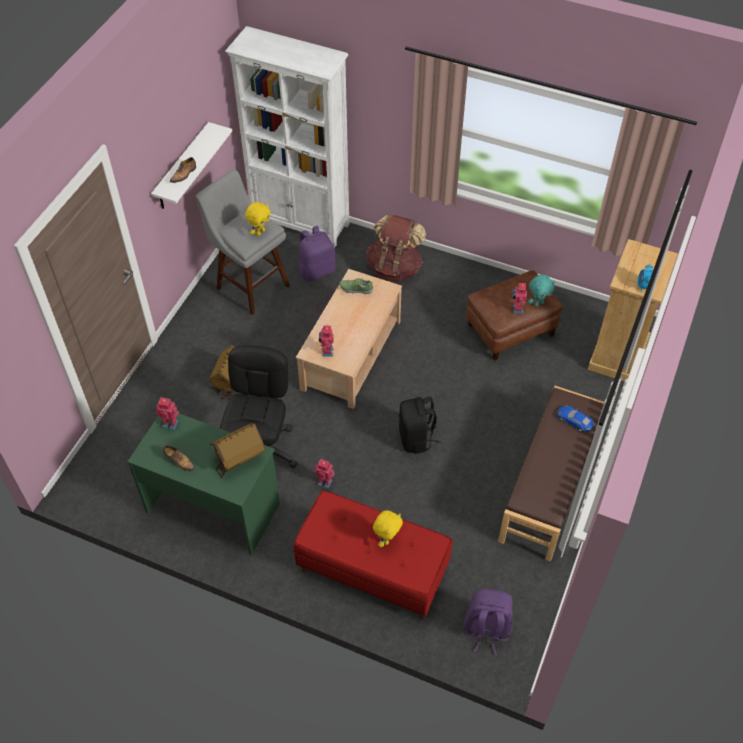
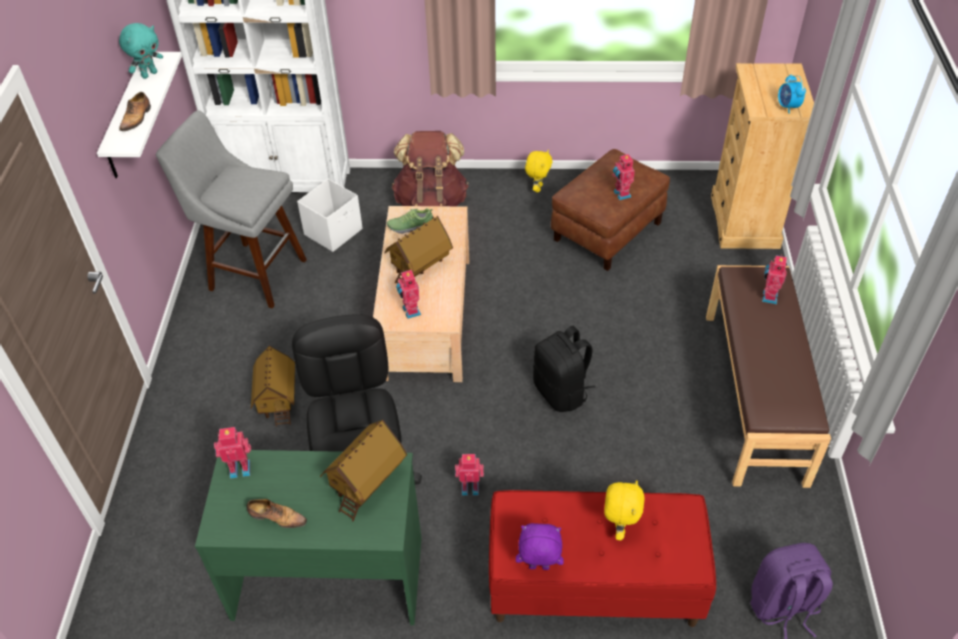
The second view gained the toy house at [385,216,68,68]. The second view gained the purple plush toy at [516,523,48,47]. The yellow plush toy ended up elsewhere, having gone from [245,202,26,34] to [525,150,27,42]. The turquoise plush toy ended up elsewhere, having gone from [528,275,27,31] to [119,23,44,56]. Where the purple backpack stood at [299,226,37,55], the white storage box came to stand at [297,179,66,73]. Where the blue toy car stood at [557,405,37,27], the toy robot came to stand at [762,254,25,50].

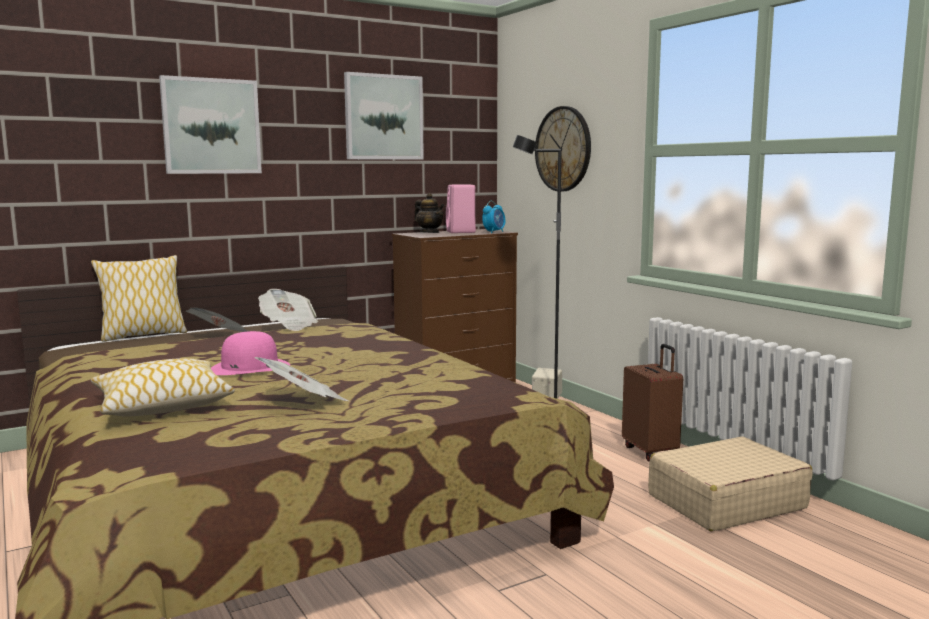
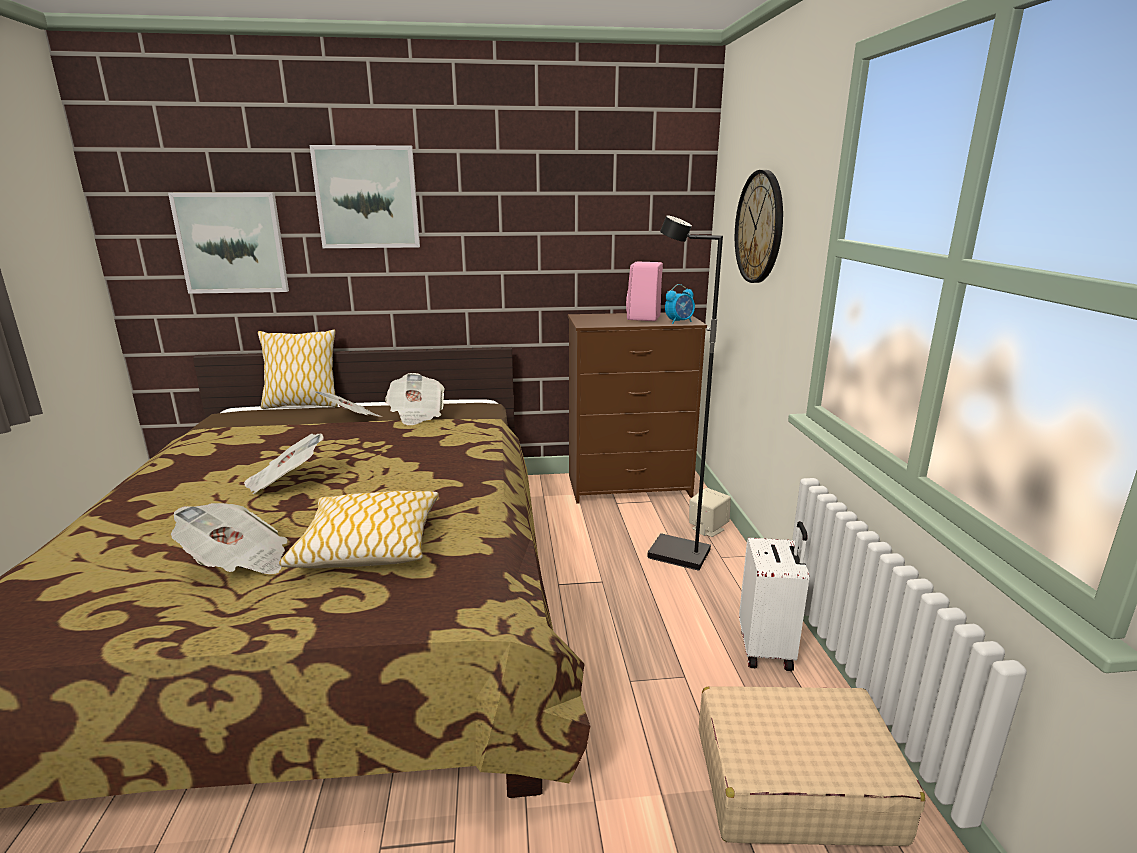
The second view lost the teapot at [414,193,31,40]. The pillow ended up elsewhere, having gone from [91,358,144,59] to [279,491,160,77]. The picture ended up elsewhere, having gone from [344,72,80,88] to [168,193,121,101]. Where the pink hat stood at [211,331,79,44], the newspaper came to stand at [244,434,80,60]. What was the brown suitcase at [622,344,61,118] turned into the white suitcase at [739,521,70,150].

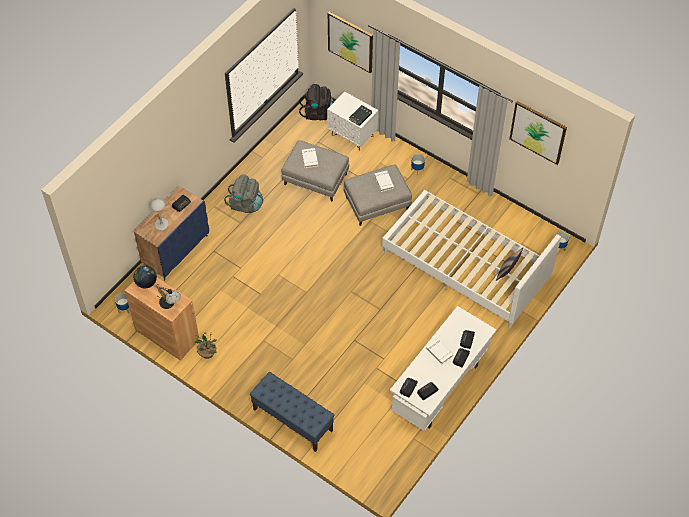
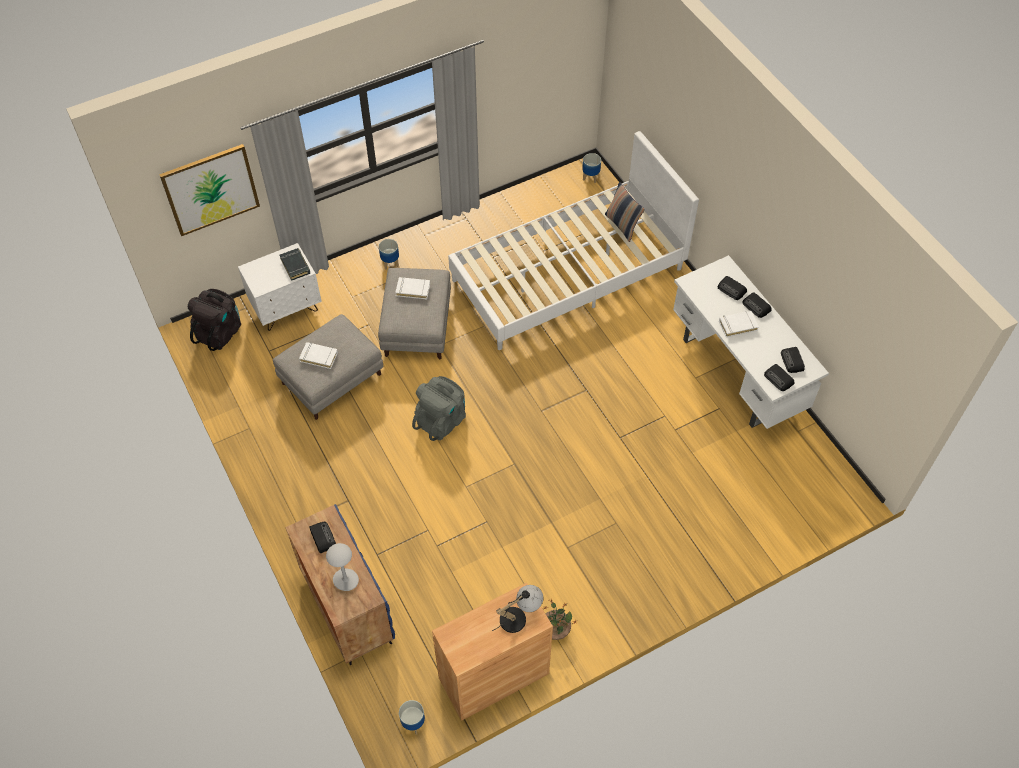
The second view lost the globe at [134,265,23,23]. The second view lost the blue bench at [250,372,85,80]. The second view lost the picture at [509,101,58,64]. The grey backpack ended up elsewhere, having gone from [224,174,39,39] to [412,376,54,65].

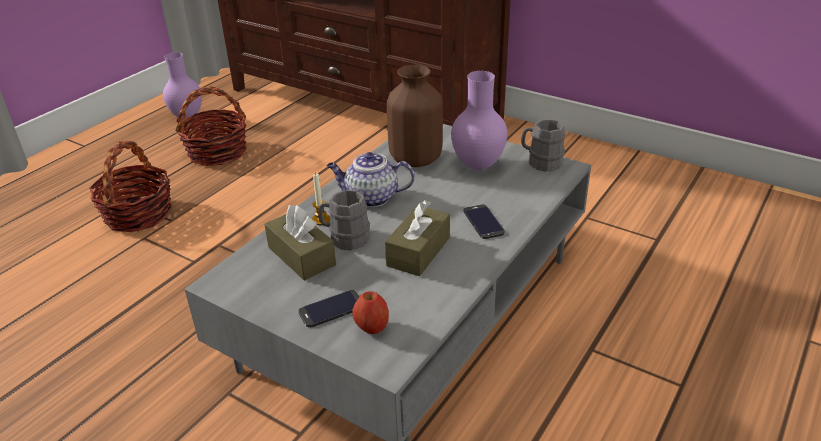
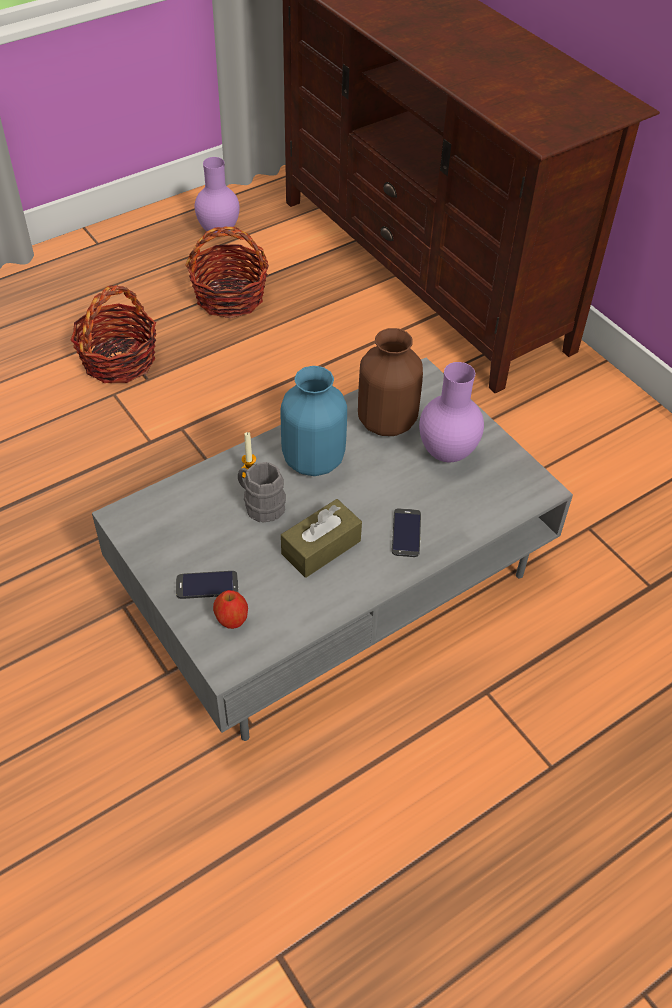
The second view lost the brown tissue box at [264,205,72,76]. The second view lost the grey mug at [521,119,44,53]. Where the teapot stood at [327,152,88,55], the blue vase came to stand at [281,366,66,110].

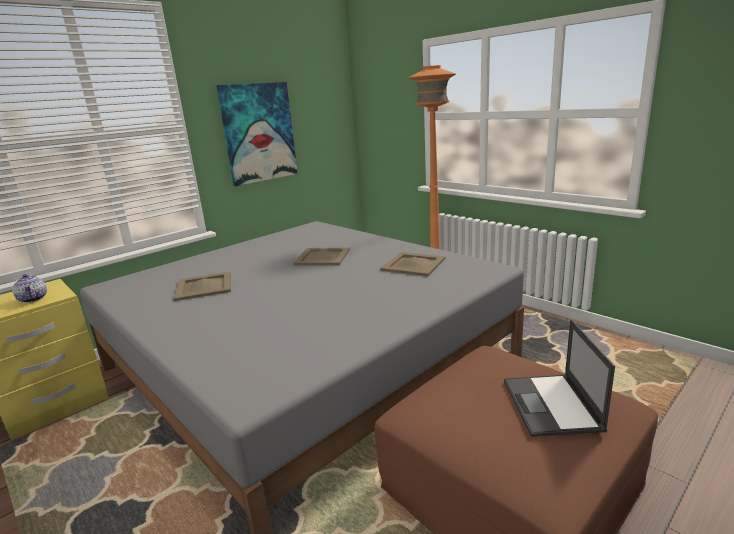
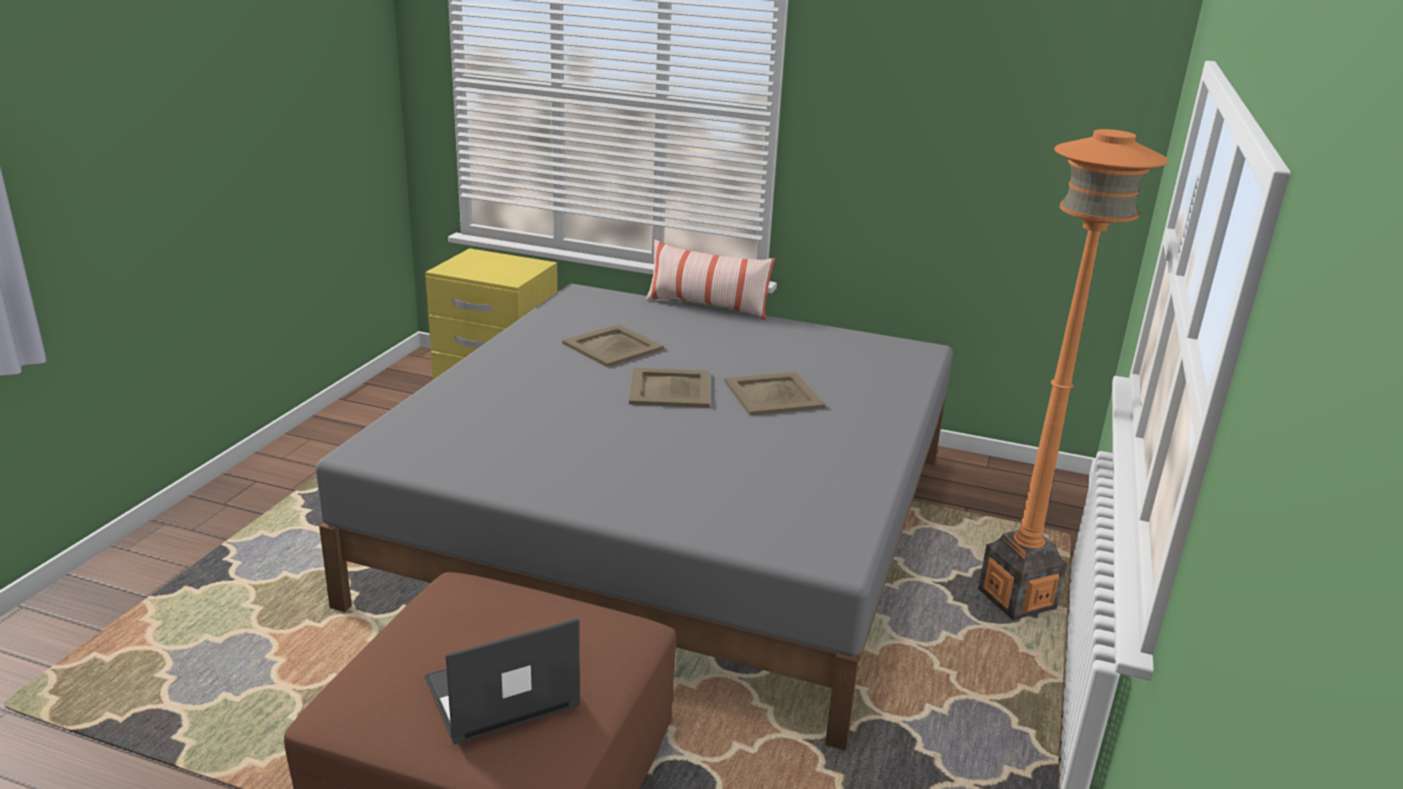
The second view lost the teapot at [12,274,35,29]. The second view lost the picture at [216,82,82,104]. The second view gained the pillow at [646,240,129,80]. The beige tray ended up elsewhere, having gone from [380,252,65,24] to [629,368,81,40].

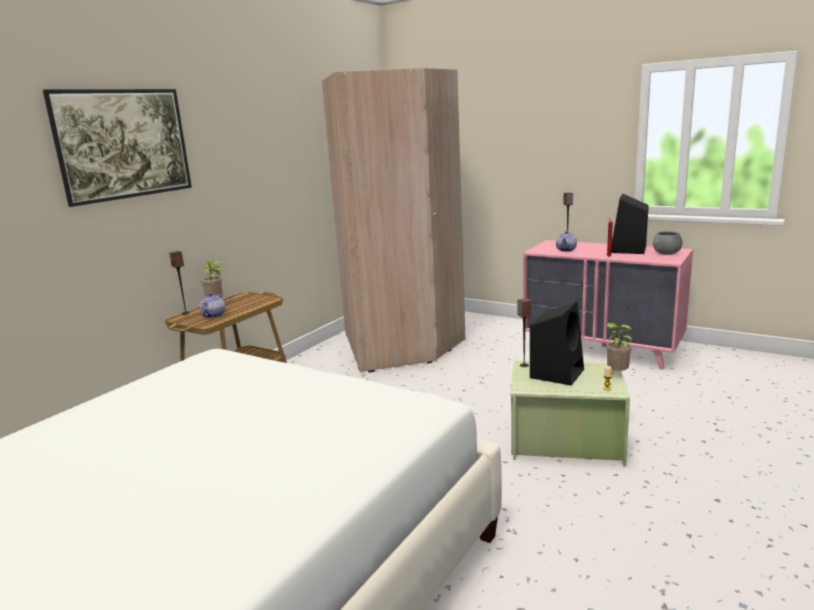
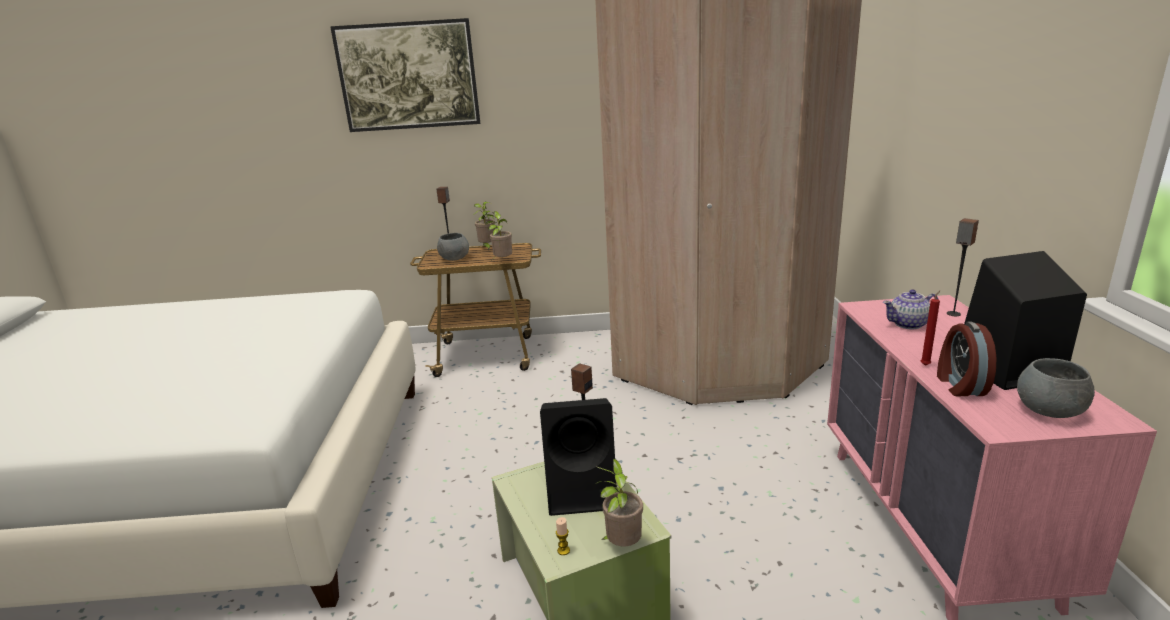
The second view gained the potted plant at [484,211,28,48]. The second view gained the alarm clock at [937,322,60,74]. Where the teapot stood at [200,293,25,25], the grey bowl came to stand at [437,233,32,28].

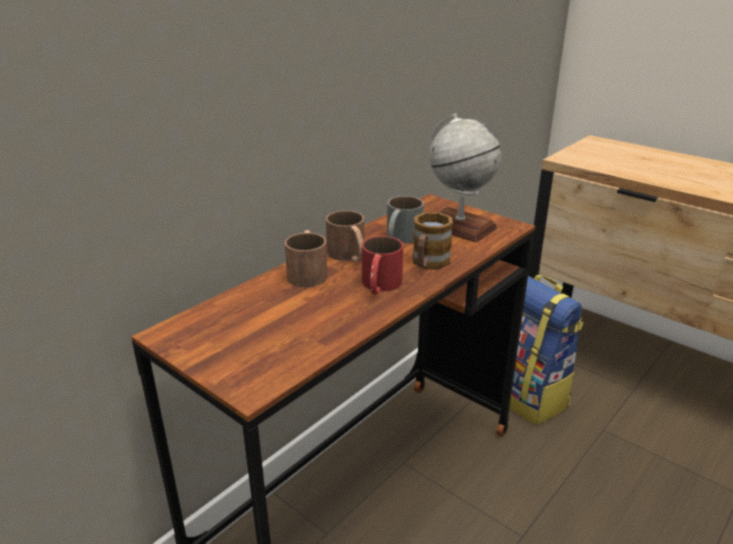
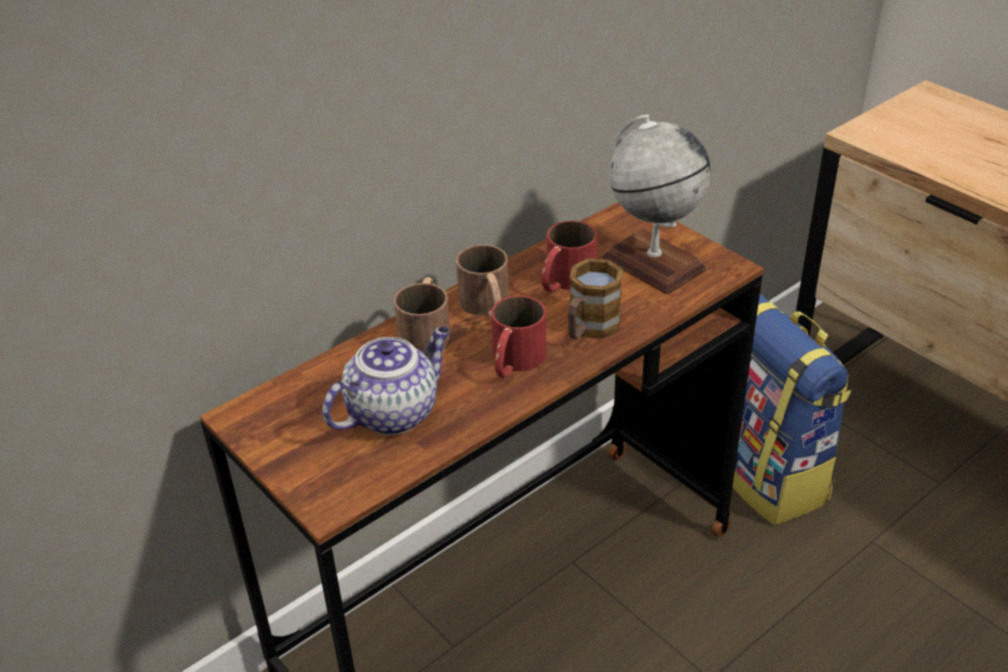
The second view gained the teapot at [322,327,128,108]. What was the grey mug at [387,196,37,47] turned into the red mug at [541,221,56,71].

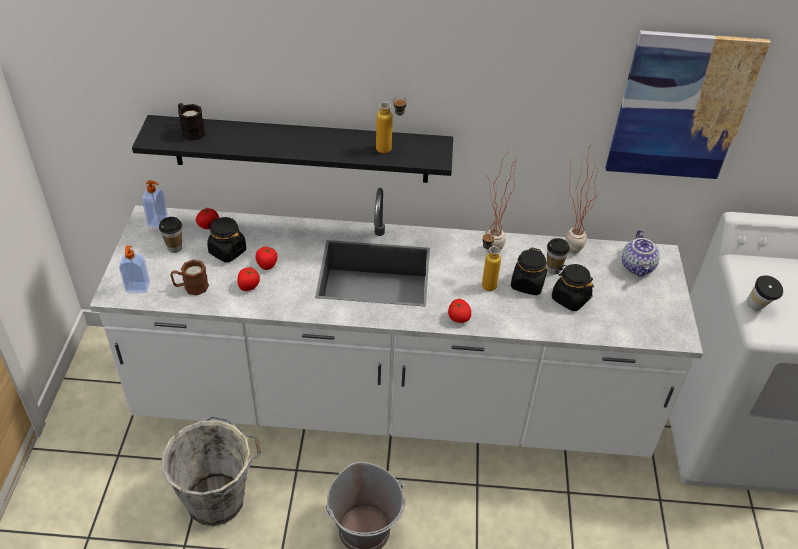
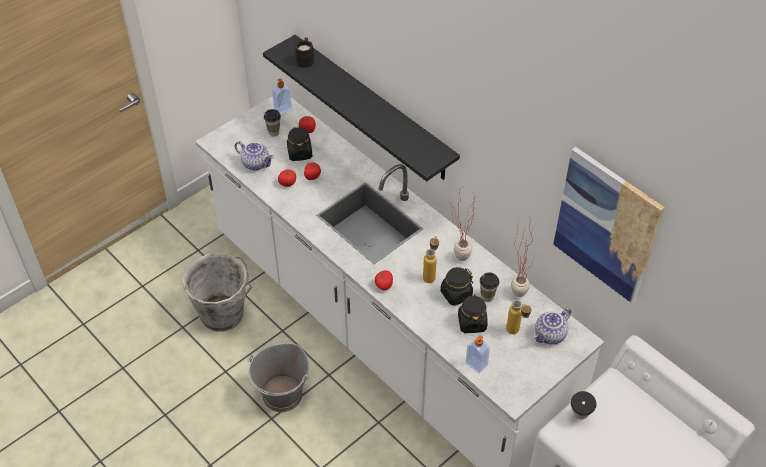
The soap dispenser ended up elsewhere, having gone from [119,246,31,47] to [465,335,25,39]. The bottle ended up elsewhere, having gone from [376,96,31,57] to [506,300,26,34]. Where the brown mug stood at [170,260,39,35], the teapot came to stand at [235,141,39,29].

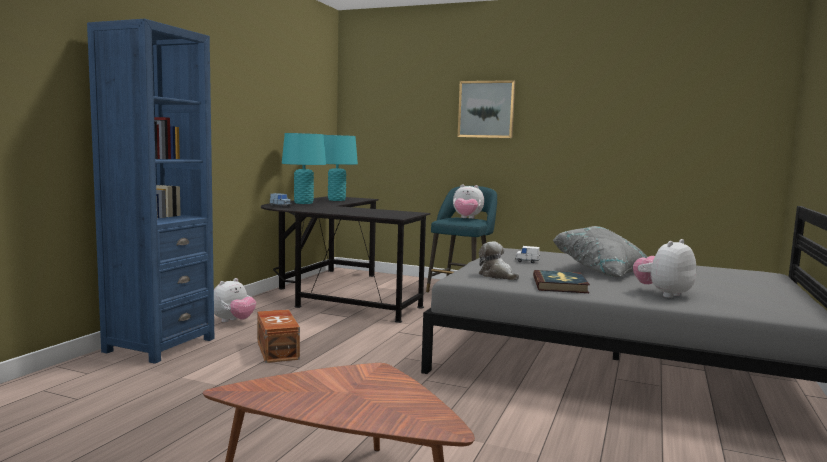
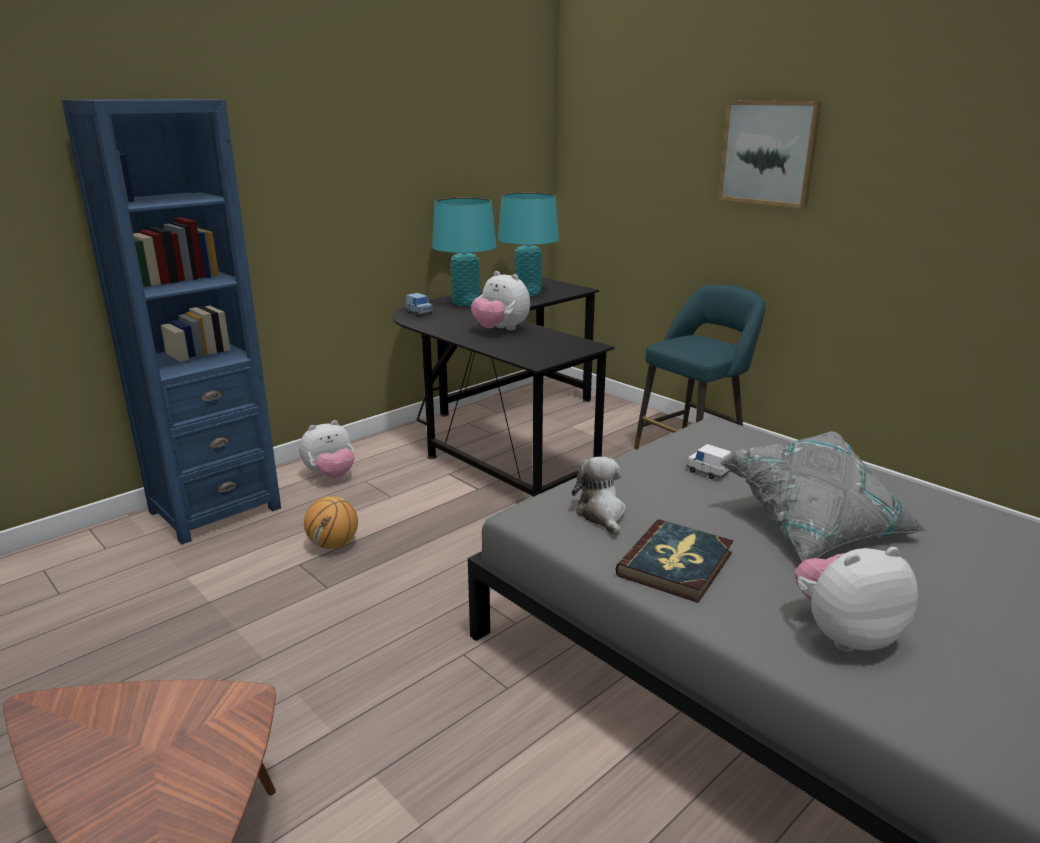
The plush toy ended up elsewhere, having gone from [453,184,31,35] to [471,271,59,59]. Where the brown storage box stood at [257,309,43,54], the basketball came to stand at [304,496,54,53].

